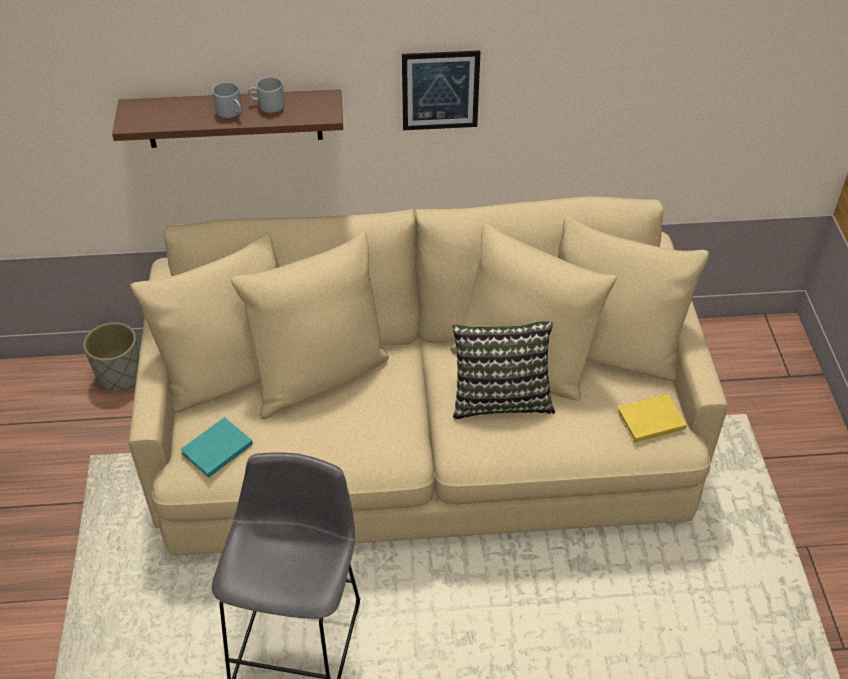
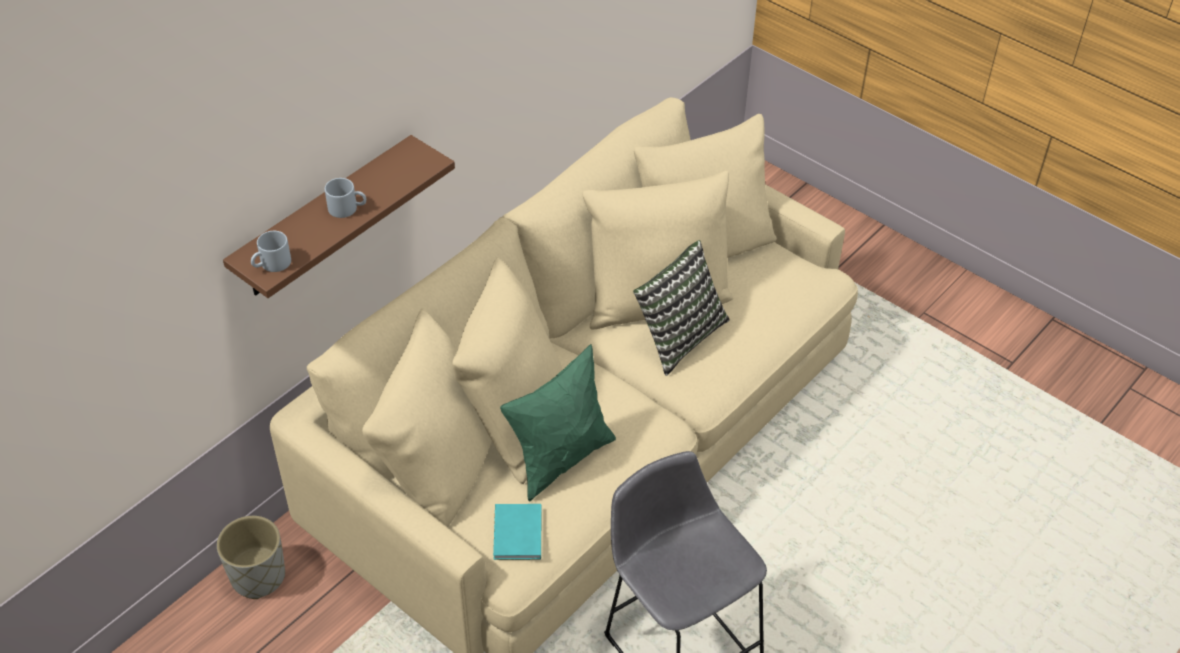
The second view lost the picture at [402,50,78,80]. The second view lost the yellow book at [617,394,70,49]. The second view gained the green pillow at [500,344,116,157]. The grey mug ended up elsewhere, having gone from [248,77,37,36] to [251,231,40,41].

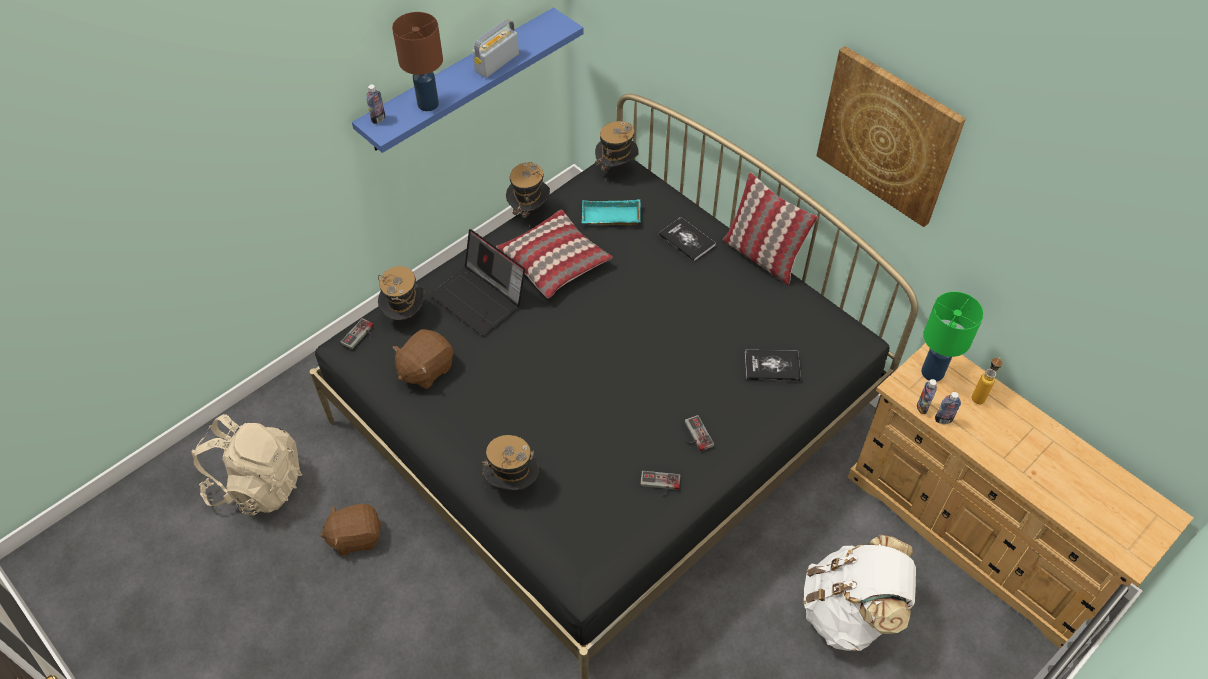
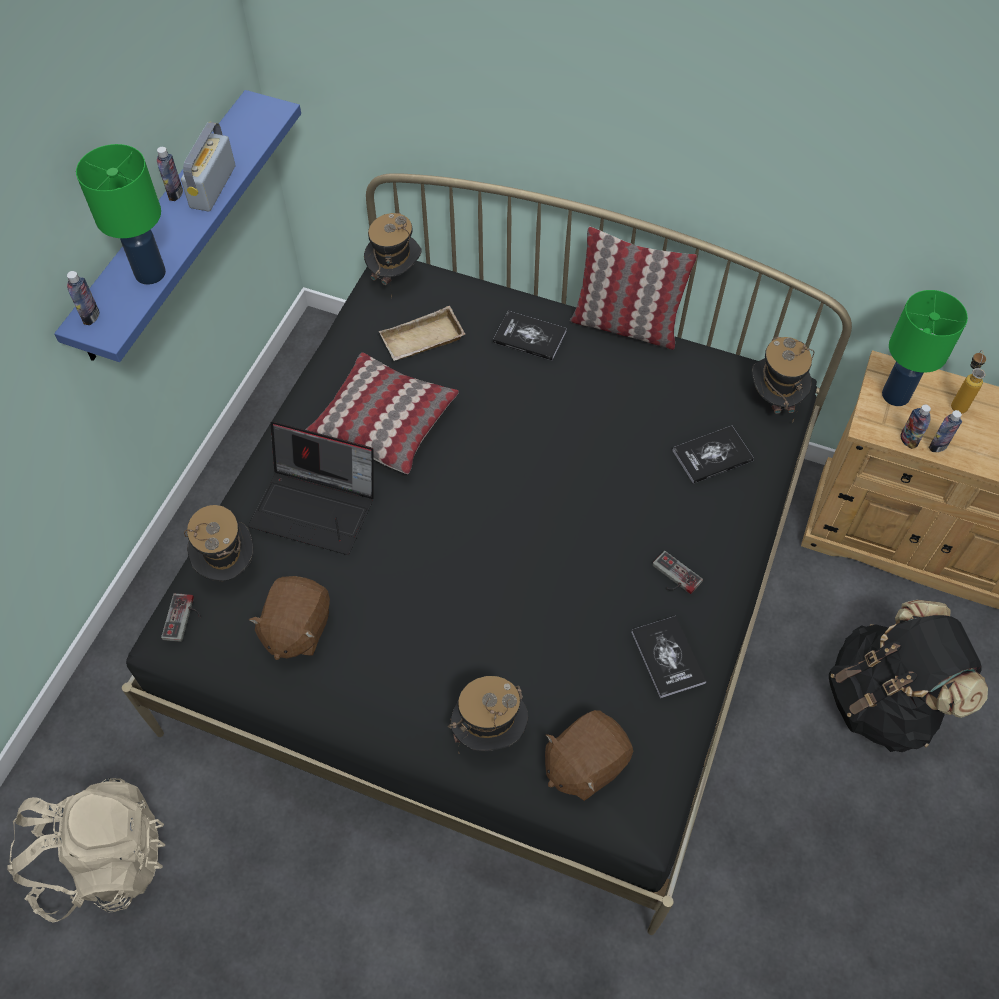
The second view lost the picture at [816,46,150,181]. The second view gained the bottle at [157,147,26,54]. The brown plush toy ended up elsewhere, having gone from [320,504,62,52] to [545,710,88,91]. The hat ended up elsewhere, having gone from [506,162,44,66] to [752,336,63,87]. Where the game controller stood at [640,471,40,25], the book came to stand at [631,616,75,82]. What was the brown table lamp at [392,12,51,99] turned into the green table lamp at [76,144,90,141]. What was the turquoise tray at [582,199,59,26] turned into the beige tray at [379,306,86,55]. What was the white backpack at [804,535,112,116] turned into the black backpack at [829,600,159,152].

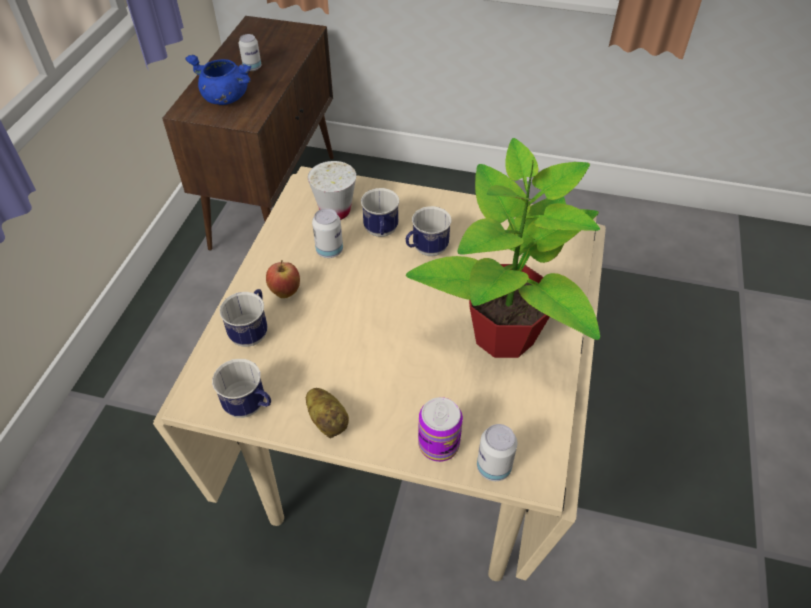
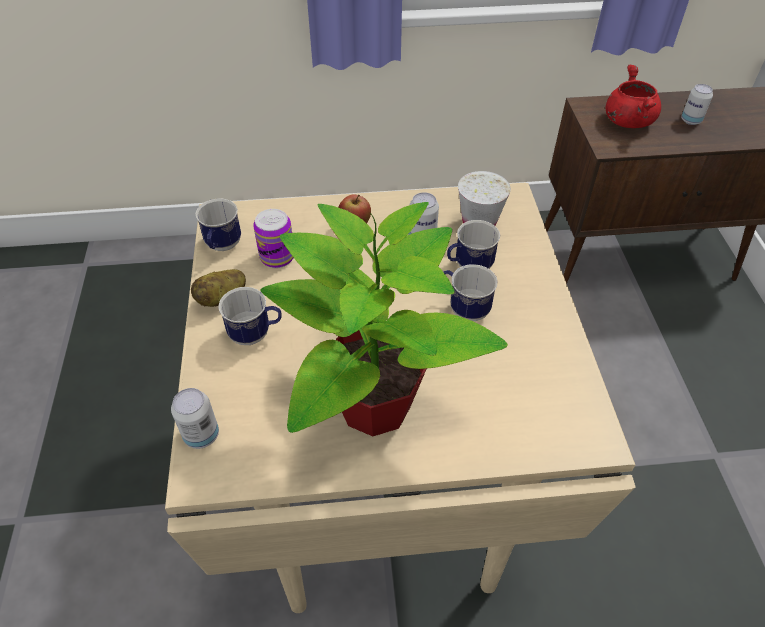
The mug ended up elsewhere, having gone from [219,289,49,58] to [218,287,64,58]. The can ended up elsewhere, having gone from [418,397,45,65] to [253,209,41,59]. What was the blue cooking pot at [185,55,66,50] turned into the red cooking pot at [606,65,55,63].

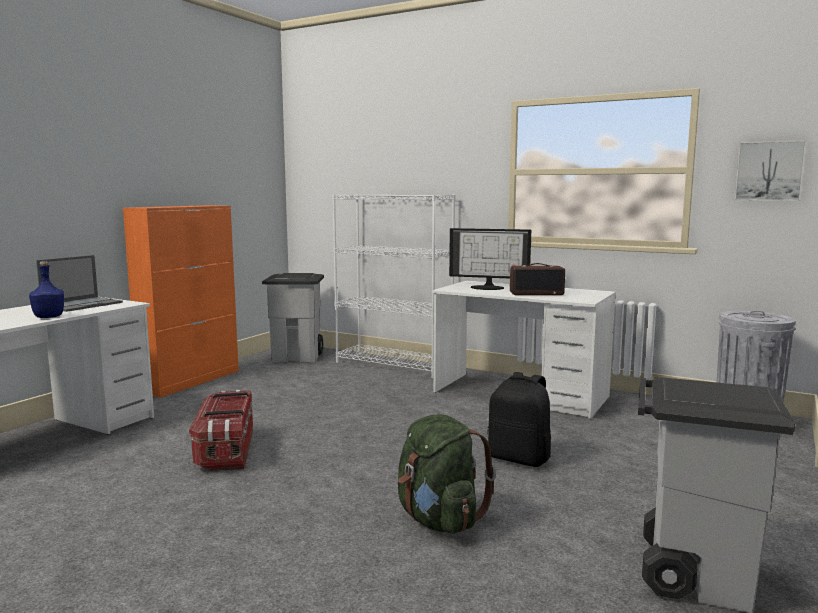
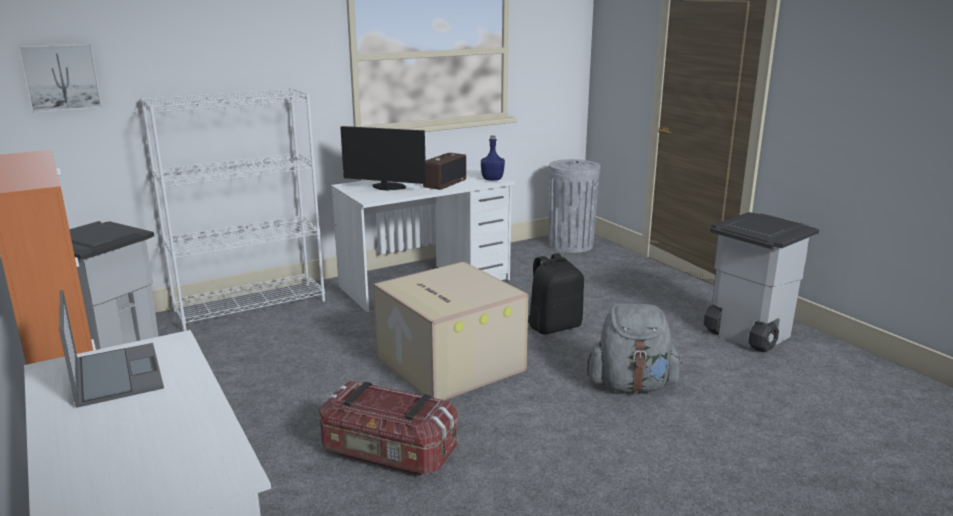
The second view gained the cardboard box at [373,262,156,138]. The blue bottle ended up elsewhere, having gone from [29,261,35,57] to [481,135,24,45]. The picture ended up elsewhere, having gone from [734,140,72,61] to [18,43,84,70]. What was the green backpack at [398,414,98,120] turned into the grey backpack at [587,304,95,89]. The monitor at [449,228,82,62] ended up facing another way, 120 degrees counterclockwise from before.

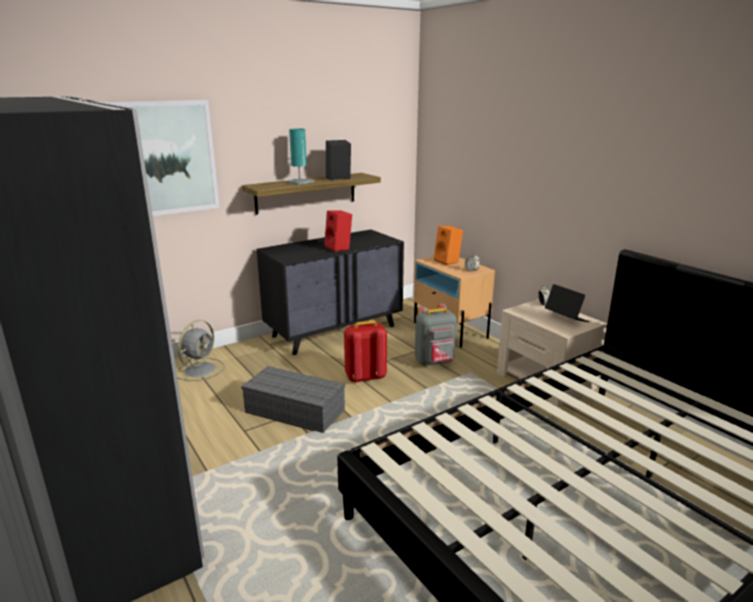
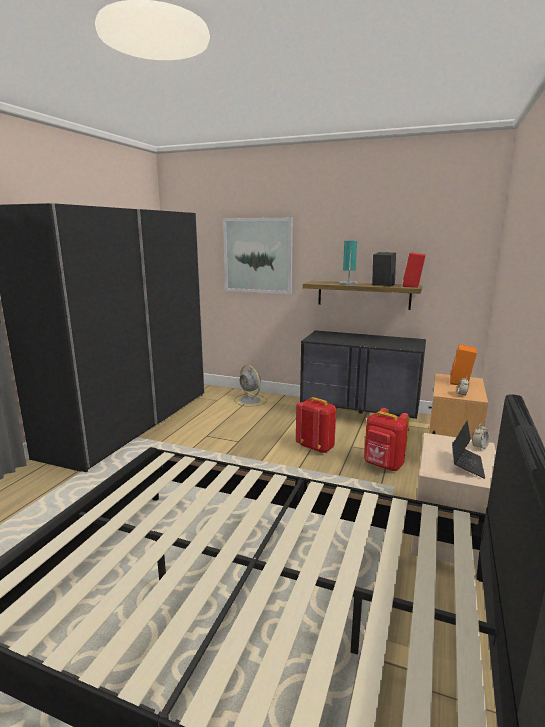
The second view lost the grey storage box at [241,366,104,67]. The red speaker ended up elsewhere, having gone from [324,210,28,42] to [403,252,23,36]. What was the grey backpack at [415,304,42,62] turned into the red backpack at [364,408,45,63]. The grey fan at [177,320,47,61] ended up facing another way, 60 degrees clockwise from before.

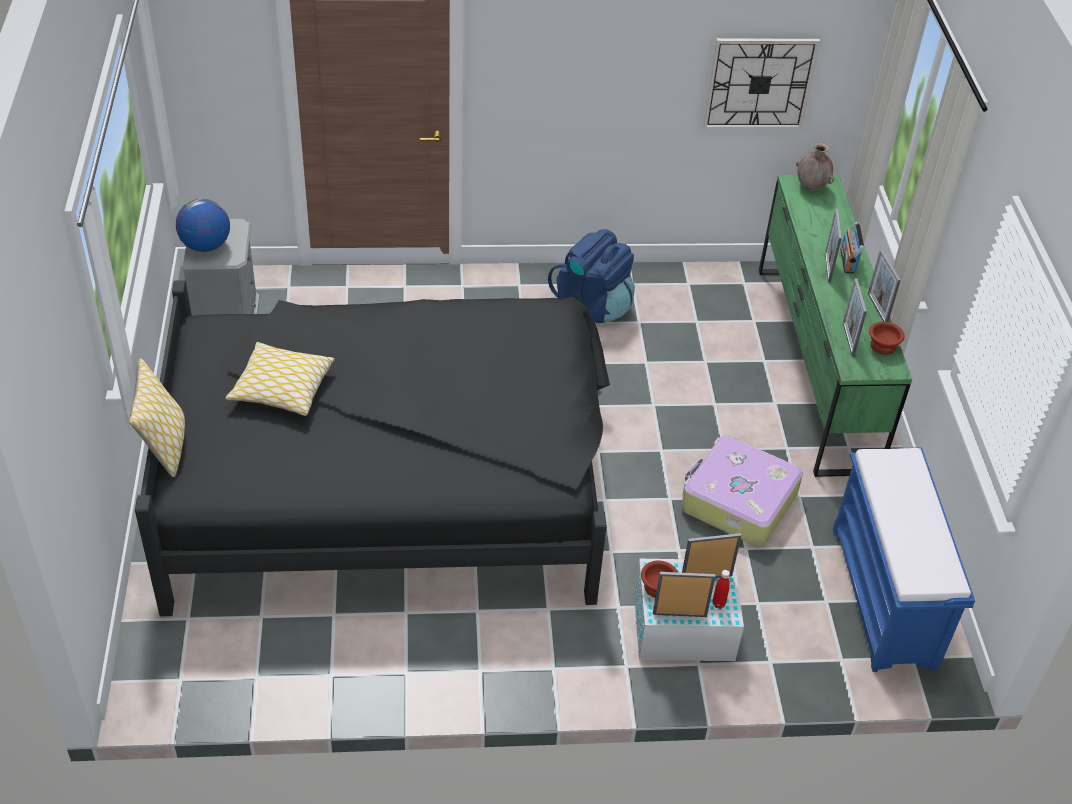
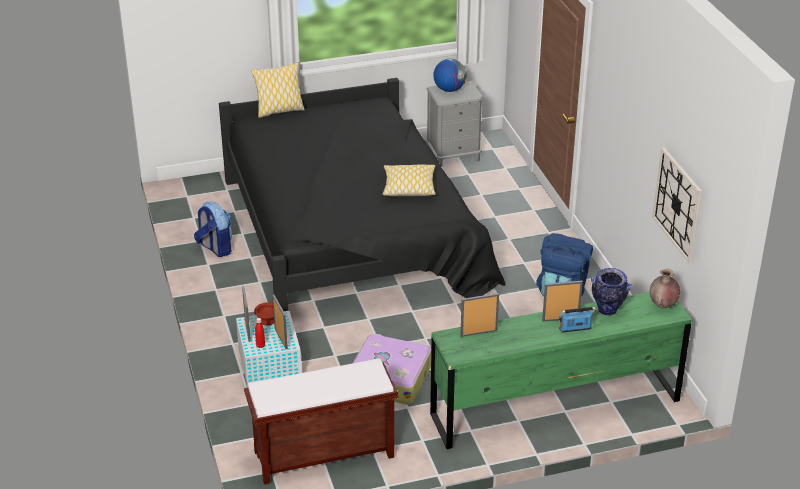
The second view lost the picture frame at [868,249,33,73]. The second view lost the brown bowl at [869,321,36,34]. The second view gained the backpack at [194,202,38,55]. The second view gained the vase at [591,268,41,48]. The pillow ended up elsewhere, having gone from [225,342,110,74] to [383,164,53,32]. What was the blue bench at [833,447,142,225] turned into the brown bench at [244,358,155,127].

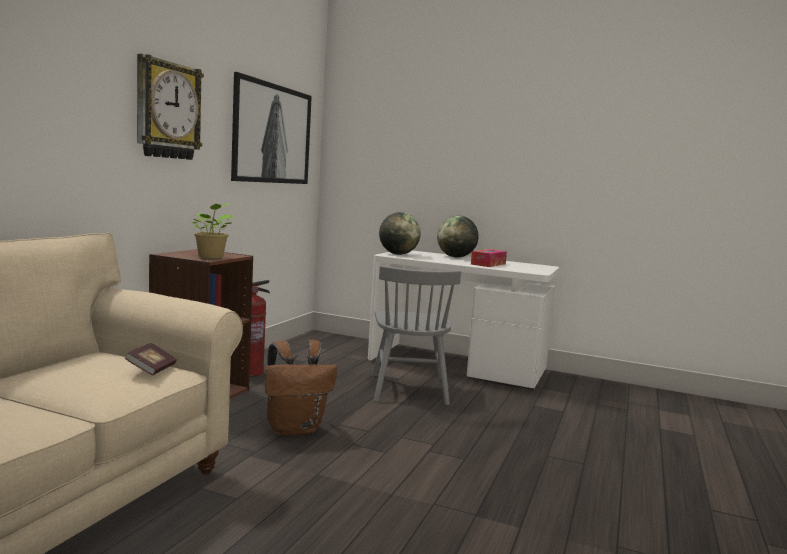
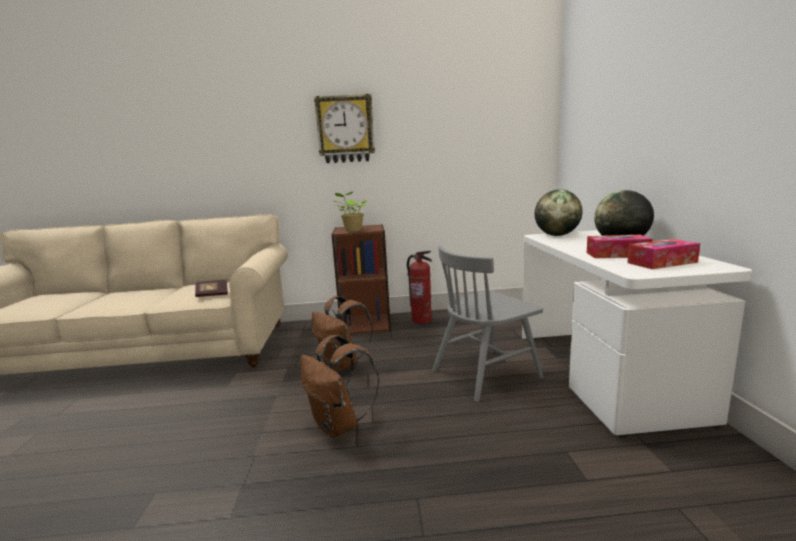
The second view lost the picture at [231,72,81,112]. The second view gained the brown backpack at [300,335,79,102]. The second view gained the tissue box at [627,239,73,30].

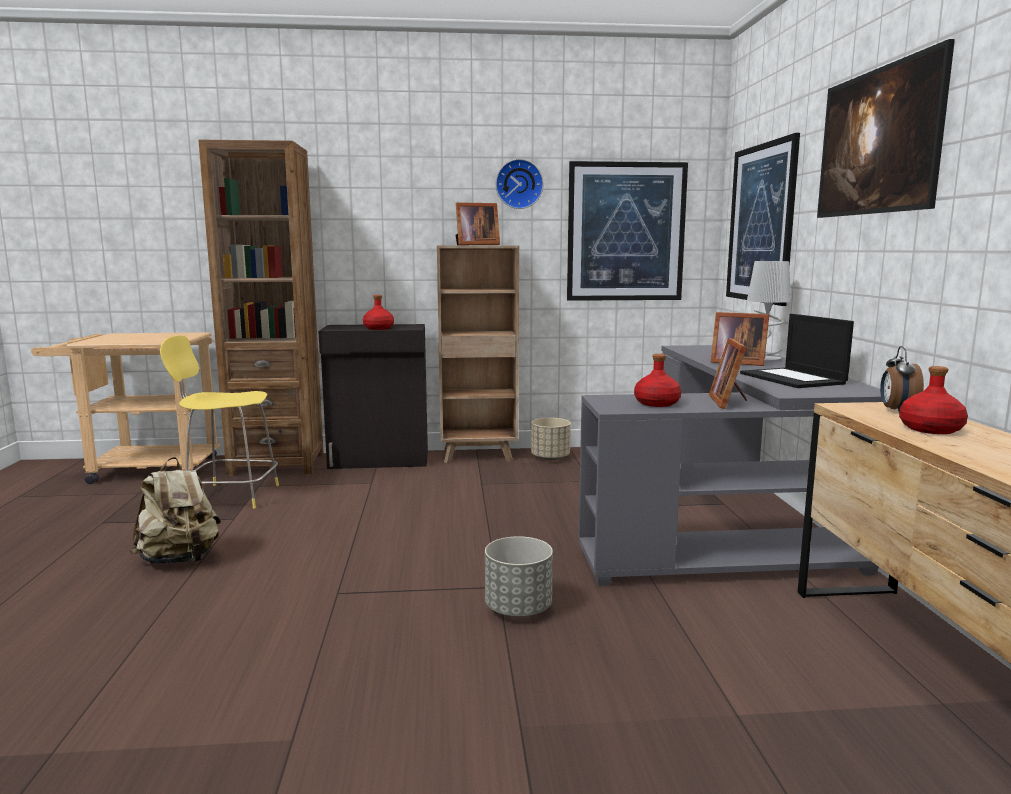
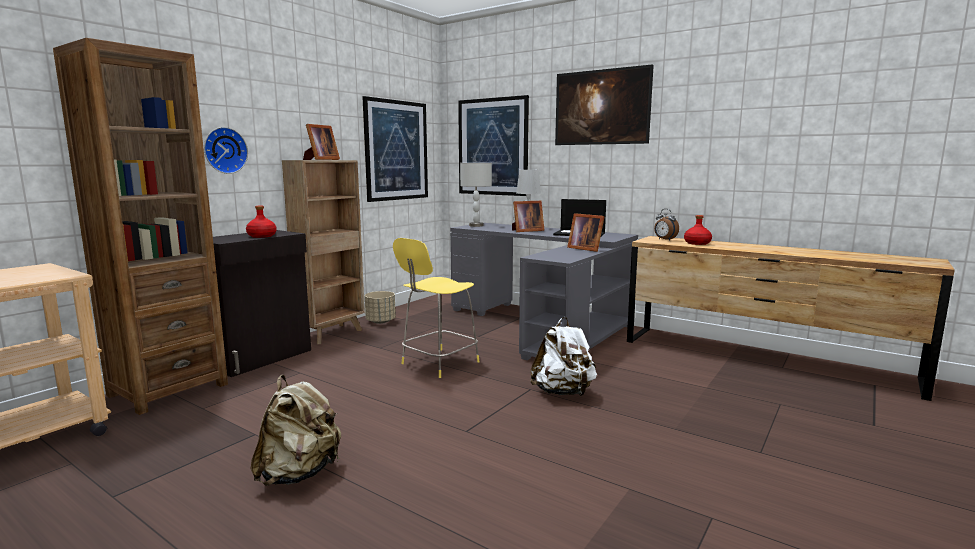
The second view lost the red bottle at [634,354,47,53]. The second view gained the grey table lamp at [460,163,32,64]. The yellow stool ended up elsewhere, having gone from [160,335,119,174] to [393,238,87,140]. The wall clock ended up elsewhere, having gone from [496,159,47,50] to [204,127,44,47]. Where the grey planter stood at [485,536,68,81], the white backpack came to stand at [530,317,67,79].

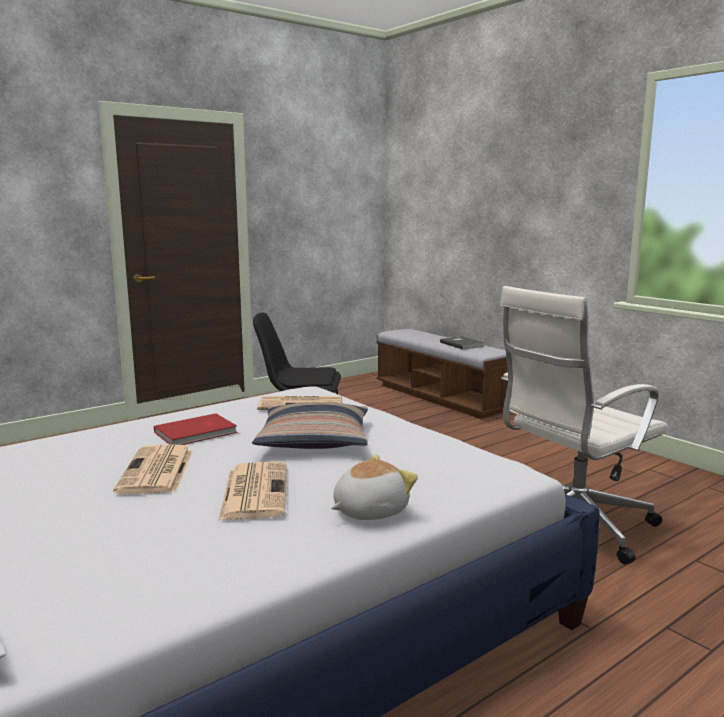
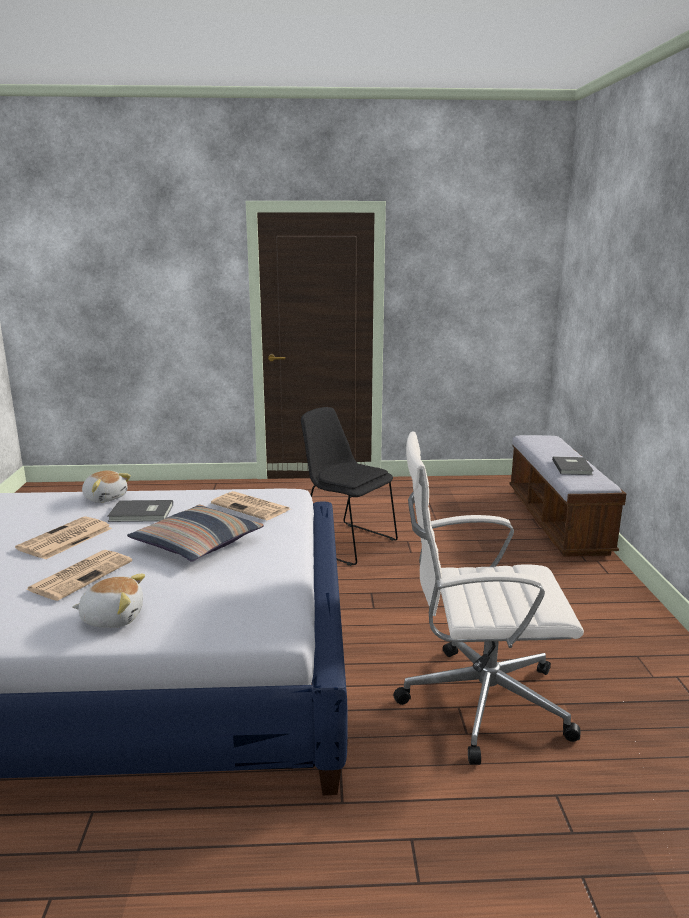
The second view gained the plush toy at [82,471,49,32]. What was the red book at [154,413,83,32] turned into the grey book at [107,500,66,22].

